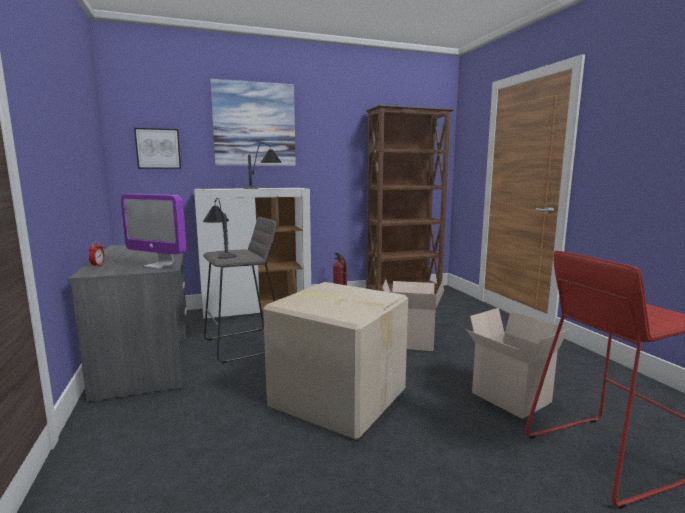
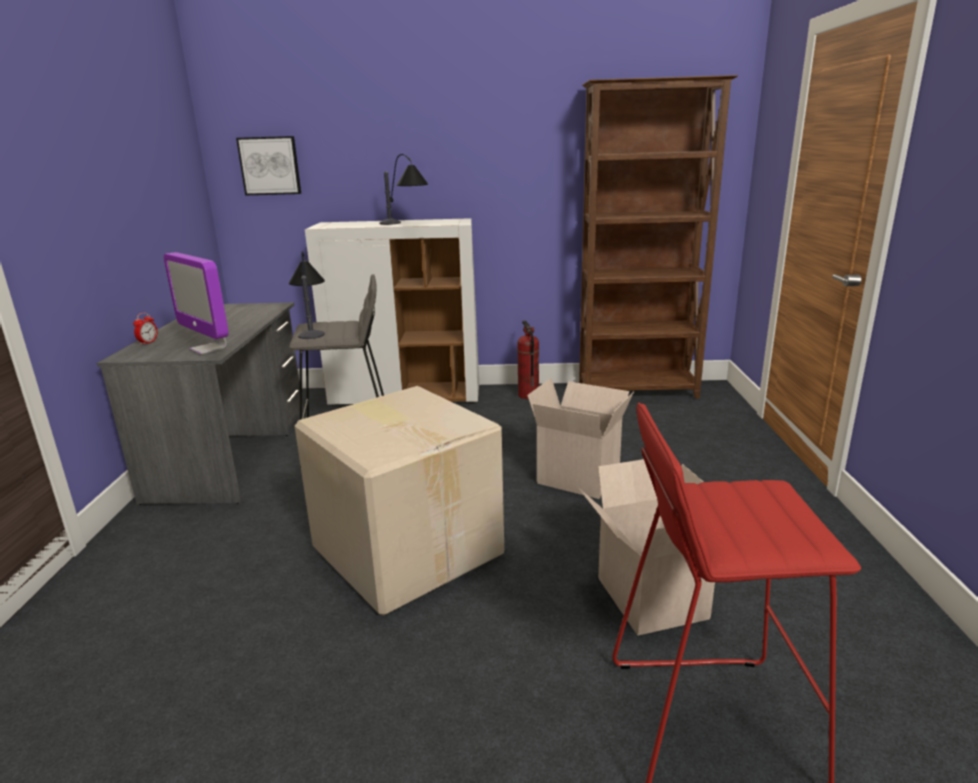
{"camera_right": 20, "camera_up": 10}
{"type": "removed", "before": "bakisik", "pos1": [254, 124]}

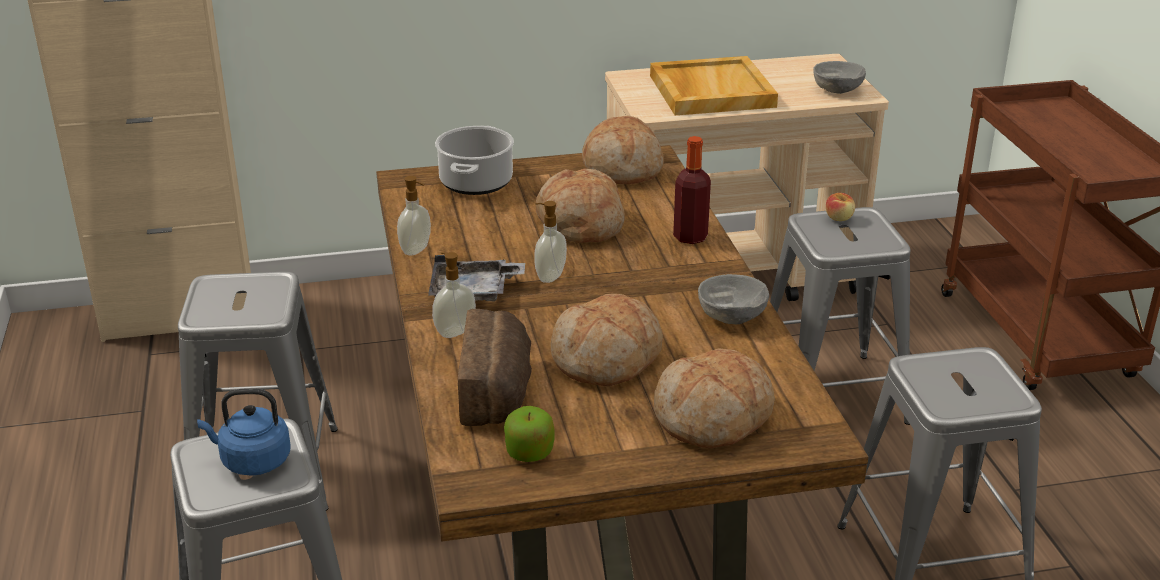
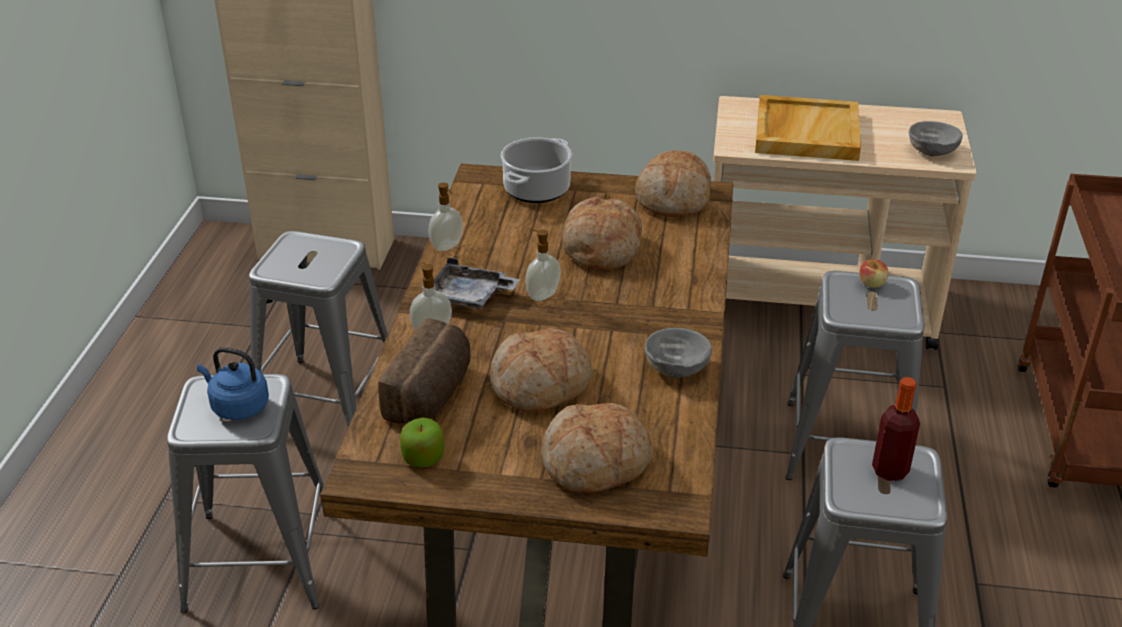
{"camera_right": 20, "camera_up": 5}
{"type": "moved", "before": "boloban", "pos1": [690, 237], "pos2": [890, 470]}

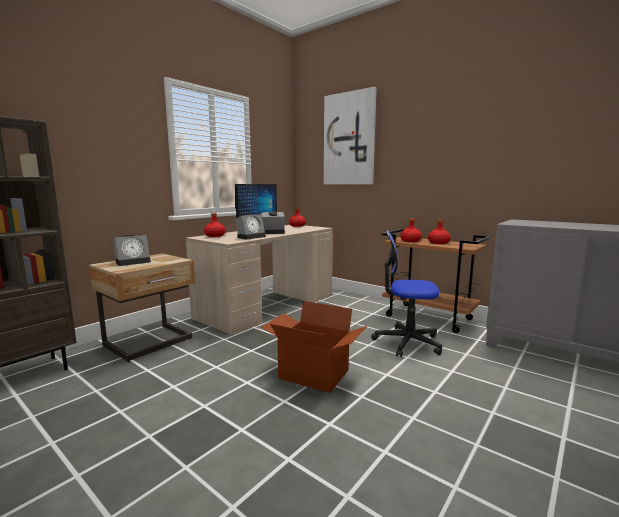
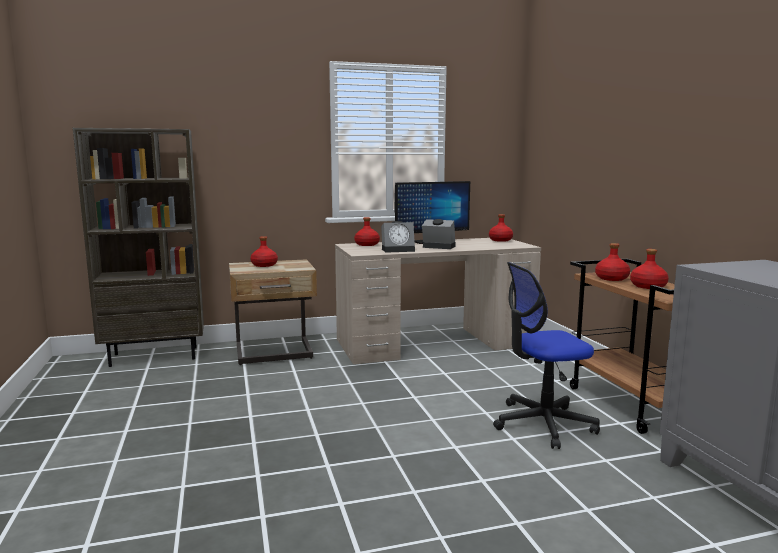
{"camera_right": 35, "camera_up": 0}
{"type": "replaced", "before": "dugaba", "after": "red boloban", "pos1": [134, 262], "pos2": [264, 265]}
{"type": "removed", "before": "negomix", "pos1": [313, 375]}
{"type": "removed", "before": "bakisik", "pos1": [349, 139]}
{"type": "turned", "before": "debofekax", "pos1": [407, 342], "pos2": [543, 423], "turn": -60}

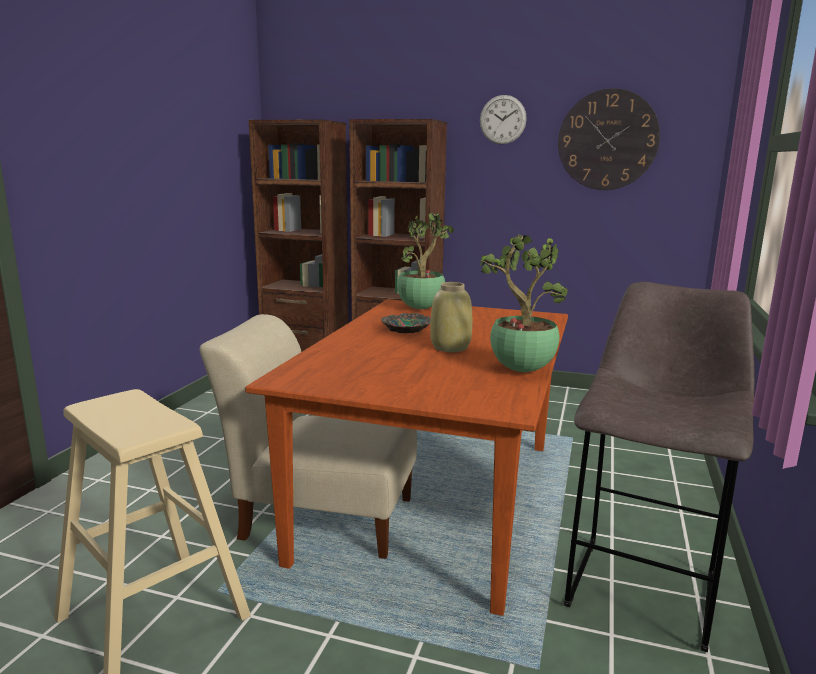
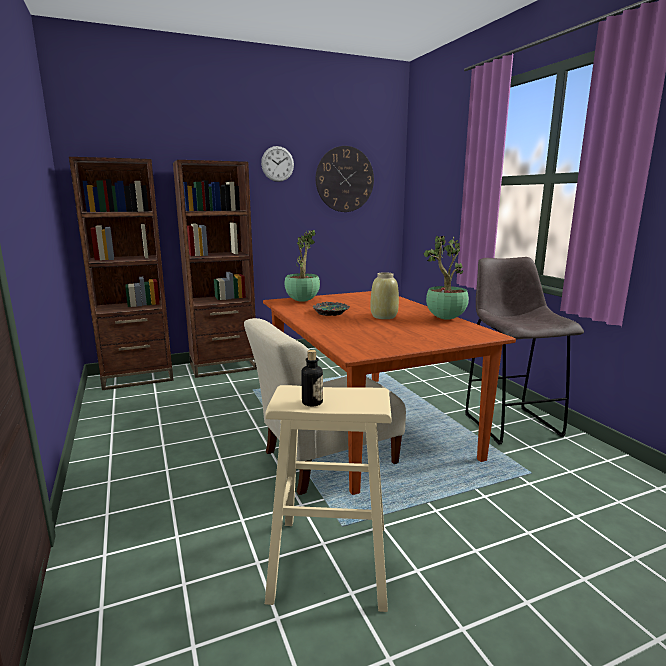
{"camera_right": -40, "camera_up": 0}
{"type": "added", "after": "boloban", "pos2": [312, 402]}

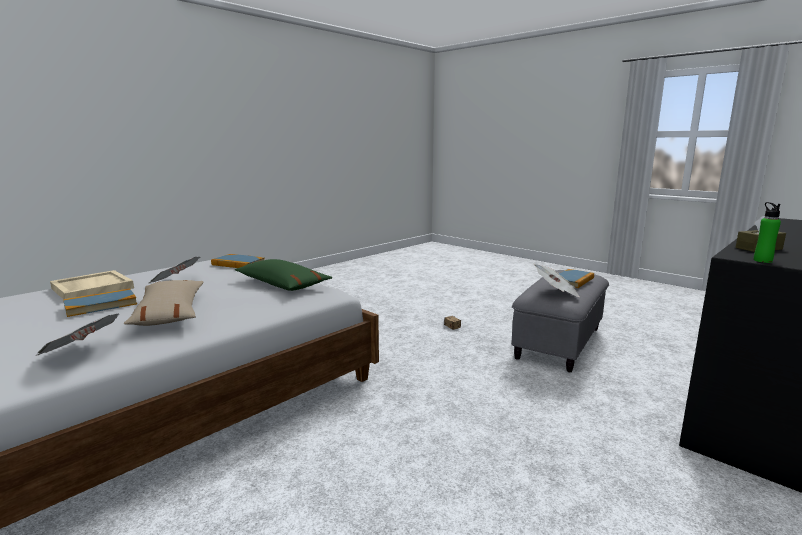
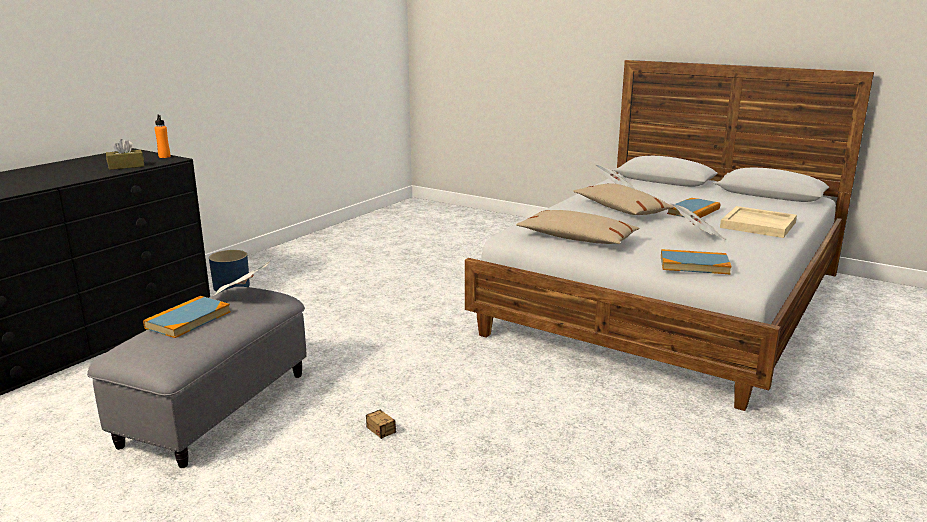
{"camera_right": 170, "camera_up": 5}
{"type": "recoloured", "before": "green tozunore", "after": "beige tozunore", "pos1": [282, 284], "pos2": [576, 239]}
{"type": "recoloured", "before": "green boloban", "after": "orange boloban", "pos1": [762, 260], "pos2": [164, 156]}
{"type": "added", "after": "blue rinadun", "pos2": [231, 286]}

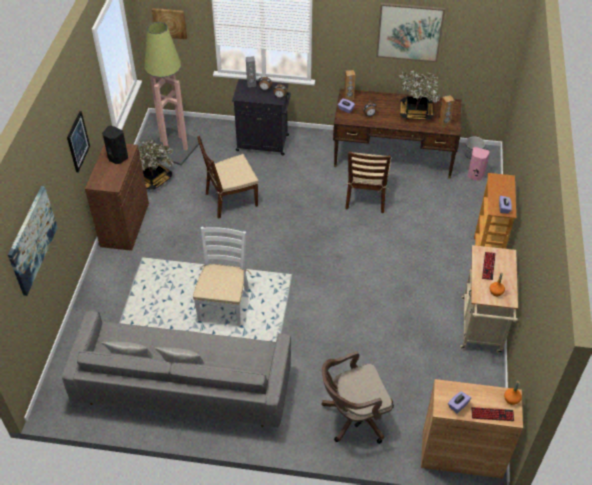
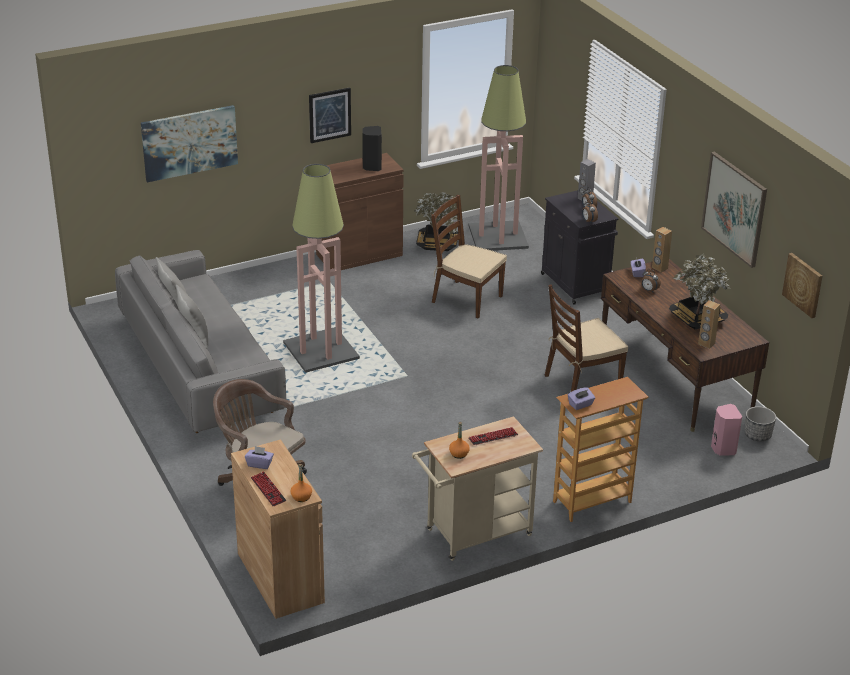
{"camera_right": 55, "camera_up": -15}
{"type": "moved", "before": "bakisik", "pos1": [170, 23], "pos2": [803, 284]}
{"type": "replaced", "before": "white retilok", "after": "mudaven", "pos1": [223, 304], "pos2": [322, 351]}

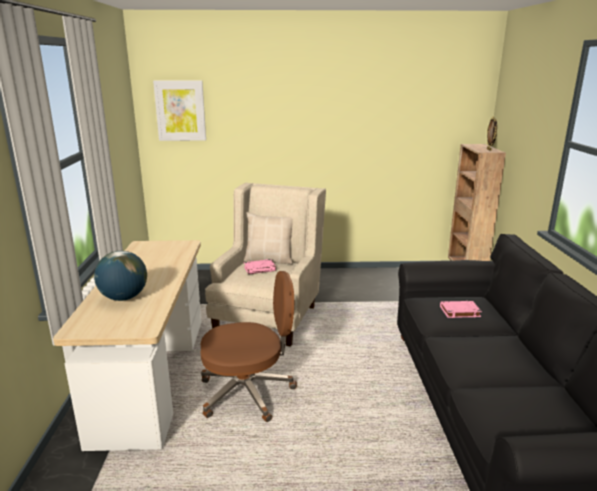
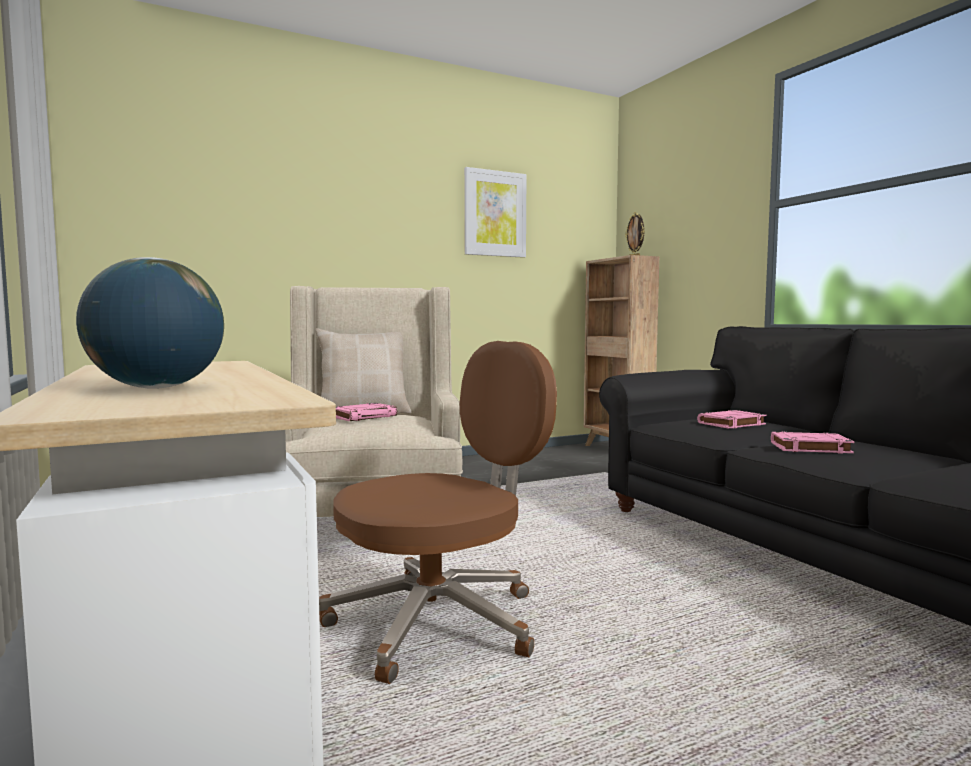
{"camera_right": -25, "camera_up": -15}
{"type": "moved", "before": "bakisik", "pos1": [180, 110], "pos2": [495, 214]}
{"type": "added", "after": "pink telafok", "pos2": [809, 448]}

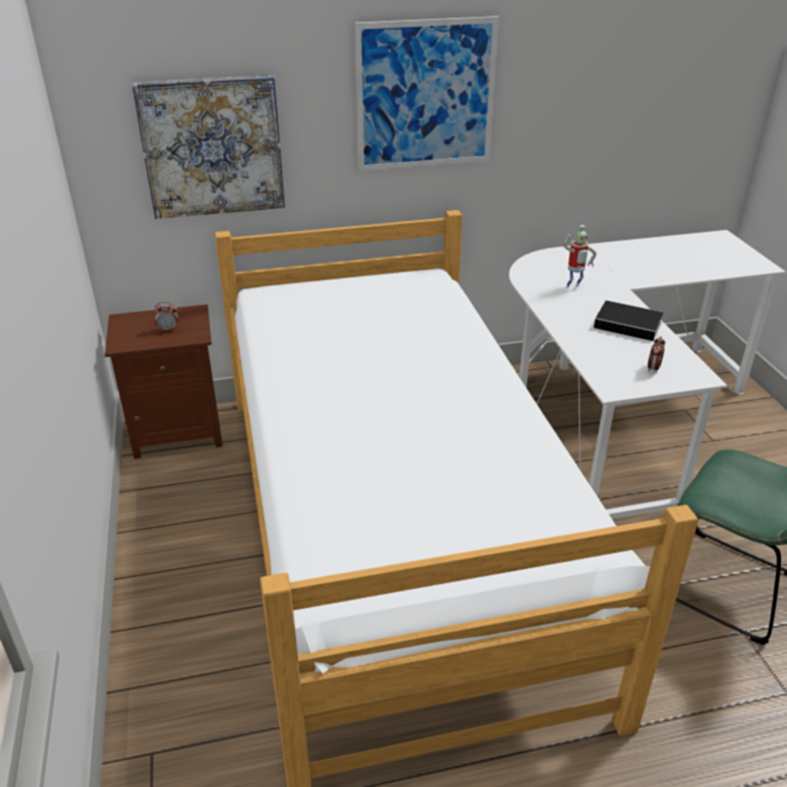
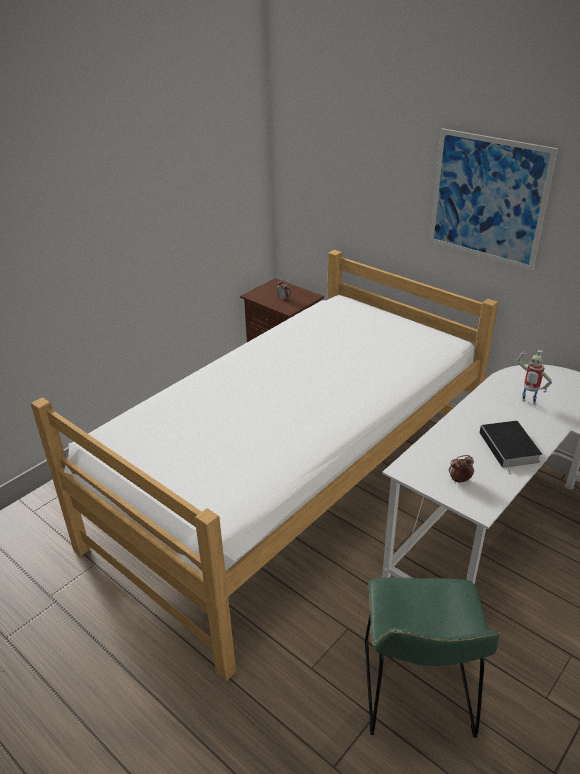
{"camera_right": 55, "camera_up": 0}
{"type": "removed", "before": "bakisik", "pos1": [212, 147]}

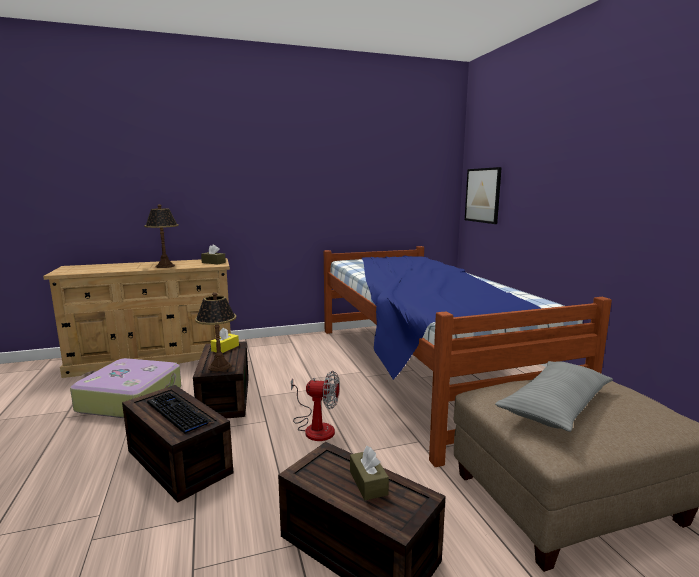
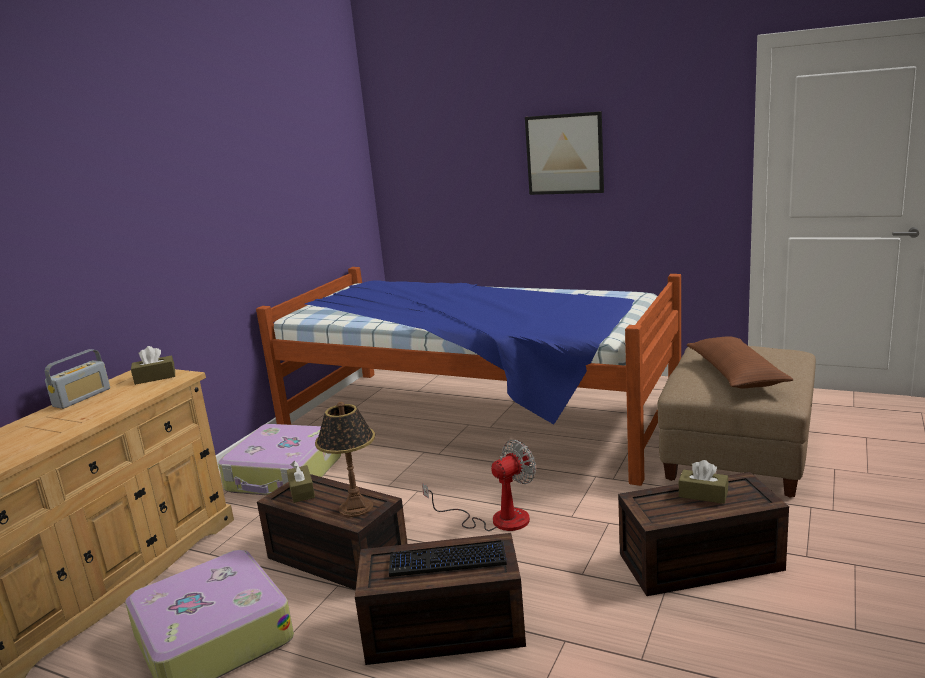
{"camera_right": -45, "camera_up": 5}
{"type": "removed", "before": "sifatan", "pos1": [165, 266]}
{"type": "recoloured", "before": "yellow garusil", "after": "brown garusil", "pos1": [225, 348], "pos2": [301, 491]}
{"type": "moved", "before": "bakisik", "pos1": [483, 195], "pos2": [564, 154]}
{"type": "recoloured", "before": "grey tozunore", "after": "brown tozunore", "pos1": [555, 406], "pos2": [735, 374]}
{"type": "added", "after": "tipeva", "pos2": [82, 397]}
{"type": "added", "after": "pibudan", "pos2": [284, 475]}

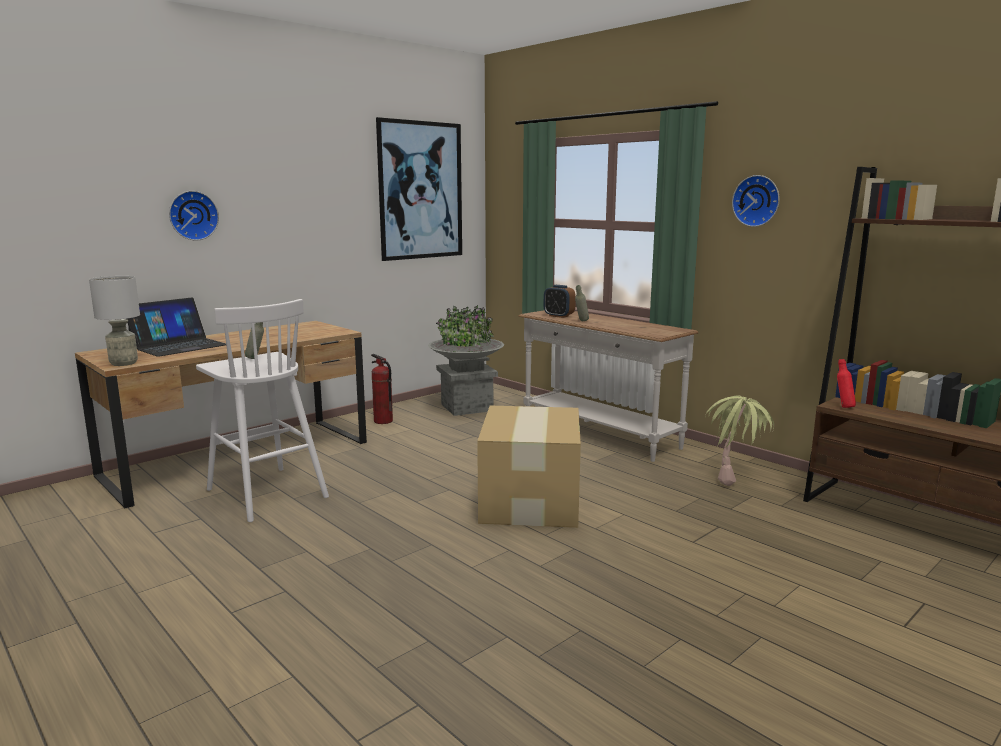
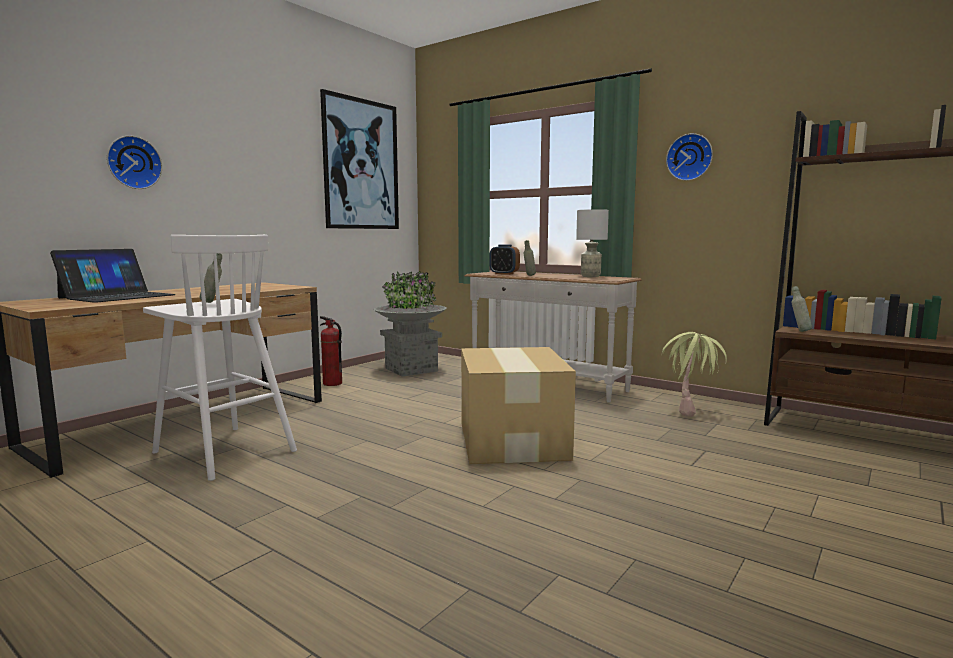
{"camera_right": -10, "camera_up": -5}
{"type": "moved", "before": "grey sifatan", "pos1": [124, 363], "pos2": [591, 276]}
{"type": "recoloured", "before": "red boloban", "after": "grey boloban", "pos1": [843, 407], "pos2": [799, 331]}

